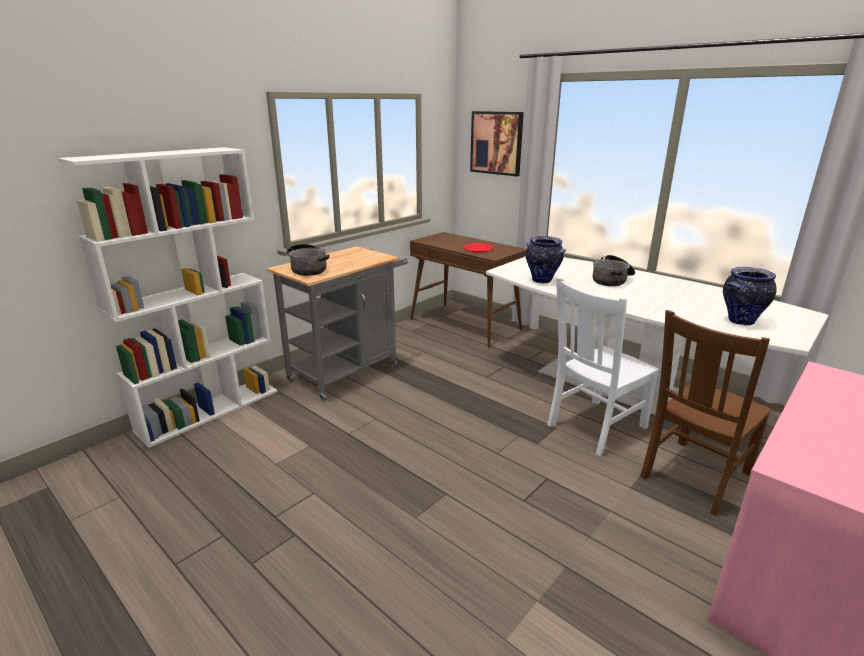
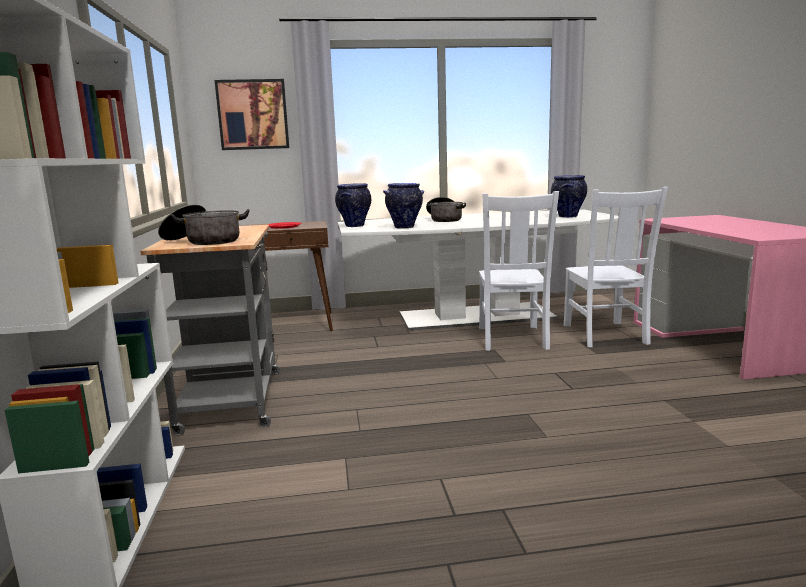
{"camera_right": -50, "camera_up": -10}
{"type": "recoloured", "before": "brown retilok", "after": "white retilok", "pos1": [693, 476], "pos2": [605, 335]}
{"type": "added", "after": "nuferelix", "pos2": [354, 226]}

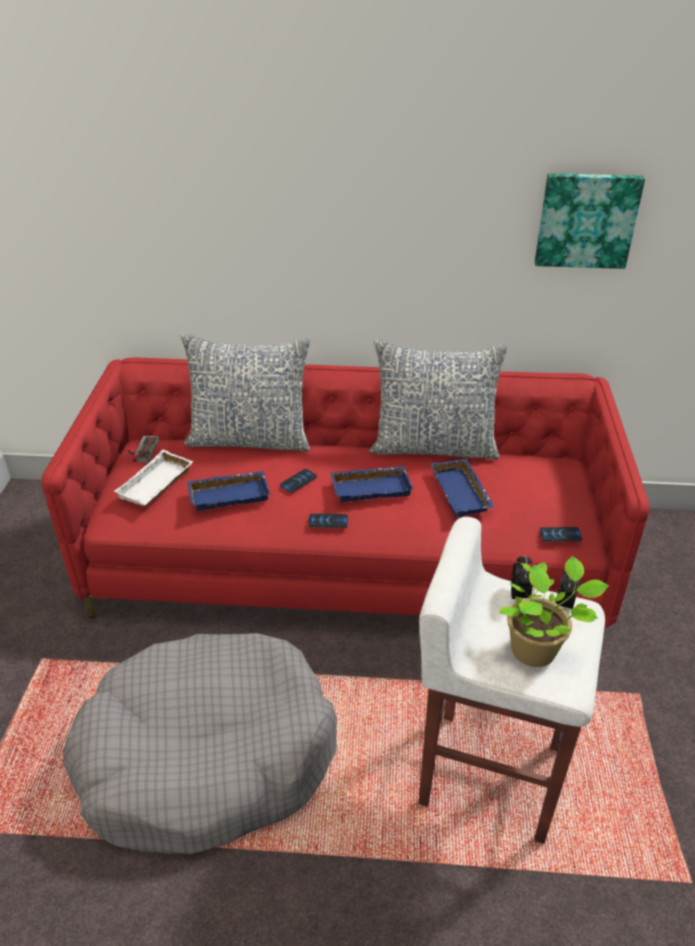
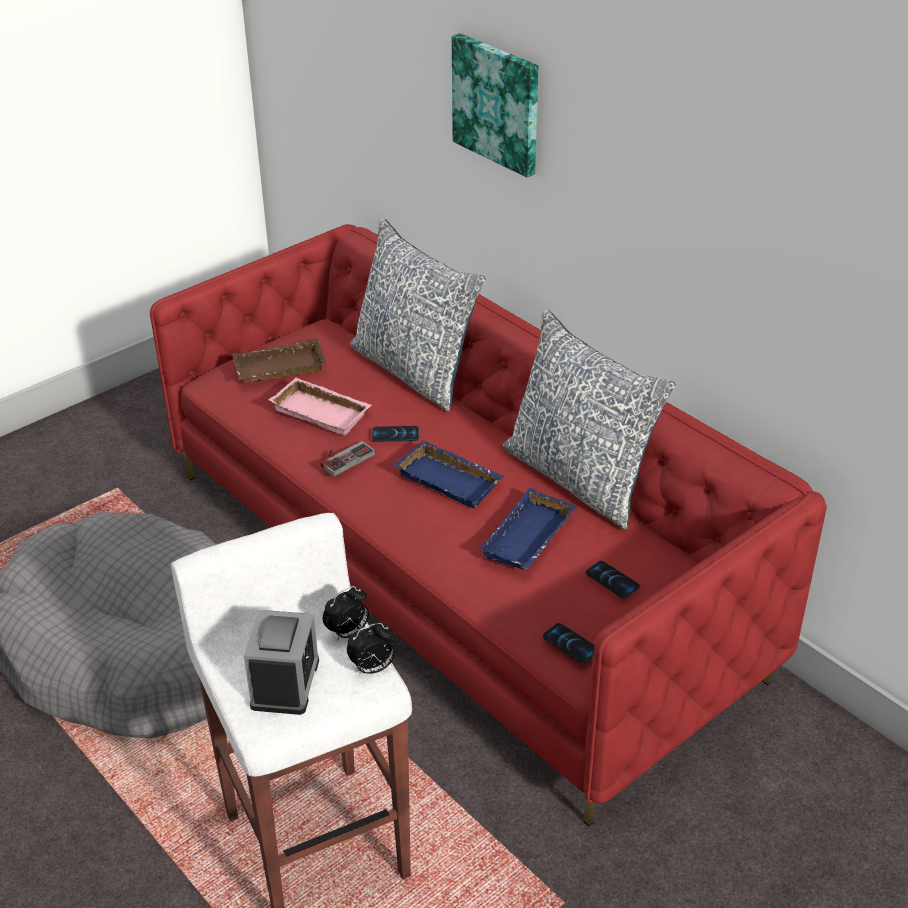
{"camera_right": 45, "camera_up": 0}
{"type": "recoloured", "before": "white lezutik", "after": "brown lezutik", "pos1": [156, 485], "pos2": [279, 369]}
{"type": "moved", "before": "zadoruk", "pos1": [141, 450], "pos2": [344, 457]}
{"type": "recoloured", "before": "blue lezutik", "after": "pink lezutik", "pos1": [230, 494], "pos2": [323, 411]}
{"type": "moved", "before": "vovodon", "pos1": [328, 521], "pos2": [612, 580]}
{"type": "replaced", "before": "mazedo", "after": "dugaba", "pos1": [537, 650], "pos2": [285, 683]}
{"type": "moved", "before": "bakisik", "pos1": [586, 220], "pos2": [498, 103]}

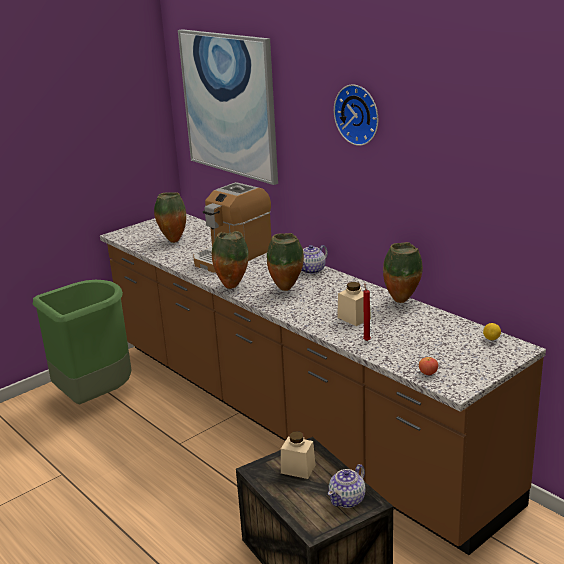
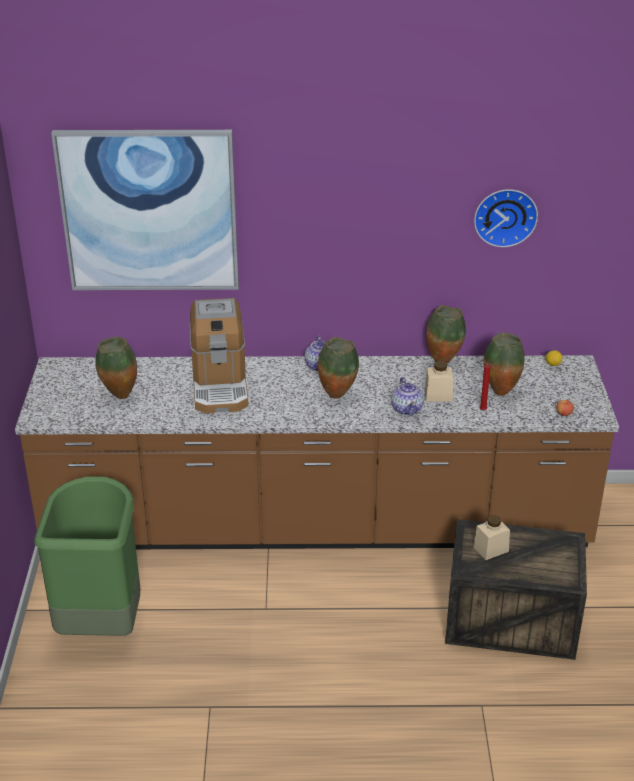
{"camera_right": -50, "camera_up": 10}
{"type": "moved", "before": "nuferelix", "pos1": [232, 286], "pos2": [500, 392]}
{"type": "moved", "before": "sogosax", "pos1": [347, 499], "pos2": [407, 409]}
{"type": "moved", "before": "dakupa", "pos1": [359, 114], "pos2": [505, 216]}

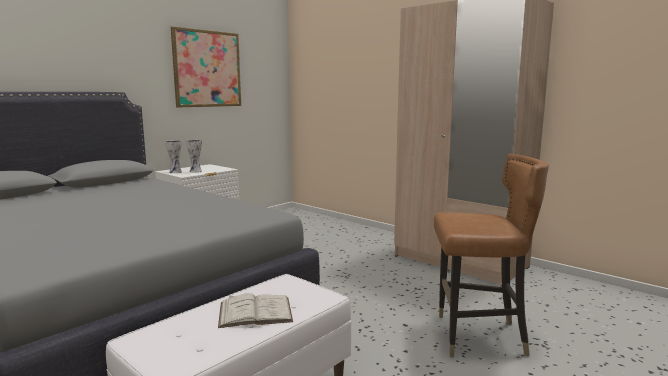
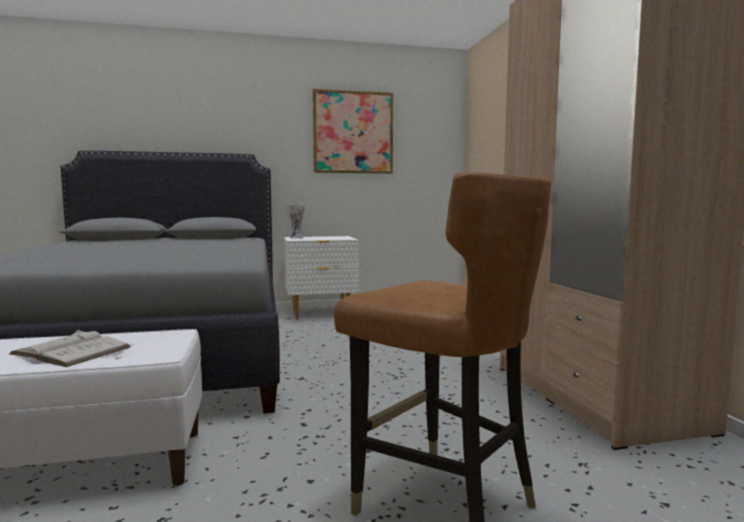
{"camera_right": 35, "camera_up": -5}
{"type": "removed", "before": "nuferelix", "pos1": [196, 171]}

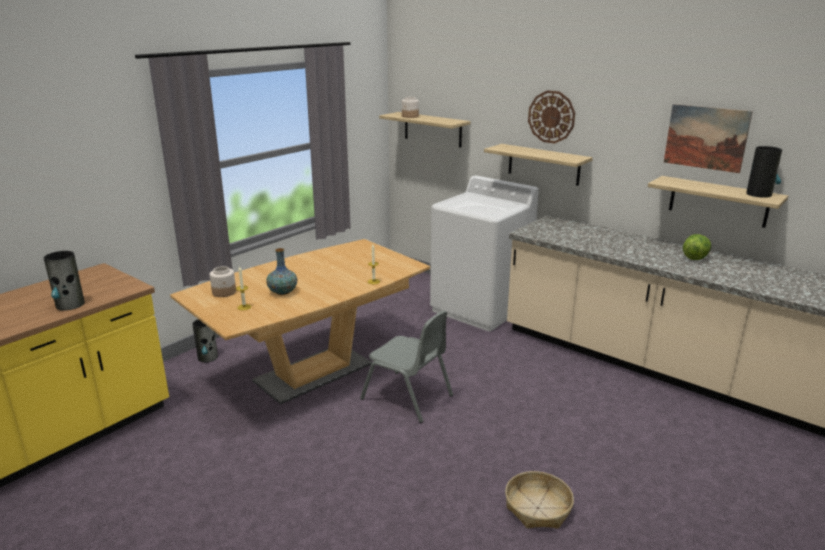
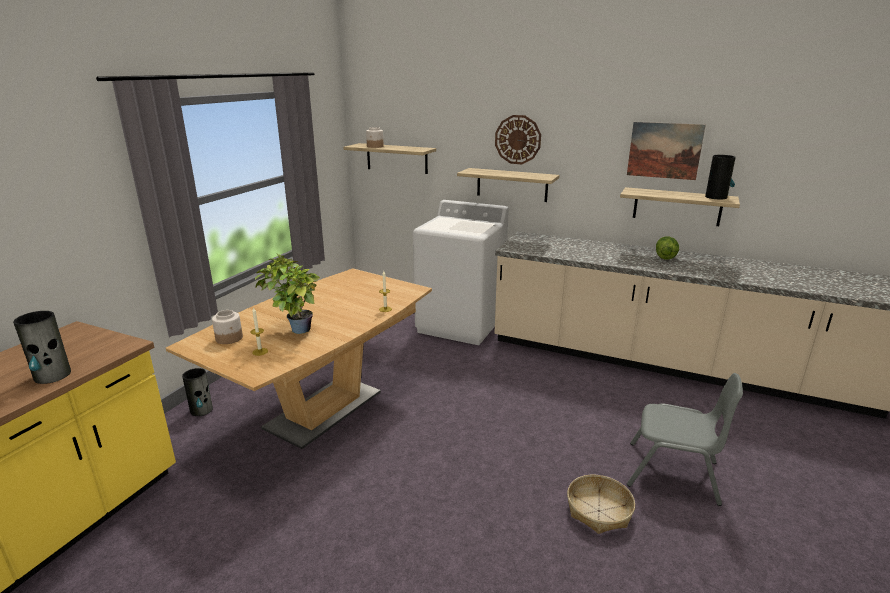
{"camera_right": -15, "camera_up": 0}
{"type": "replaced", "before": "nuferelix", "after": "mazedo", "pos1": [282, 292], "pos2": [295, 330]}
{"type": "moved", "before": "grey retilok", "pos1": [407, 397], "pos2": [673, 474]}

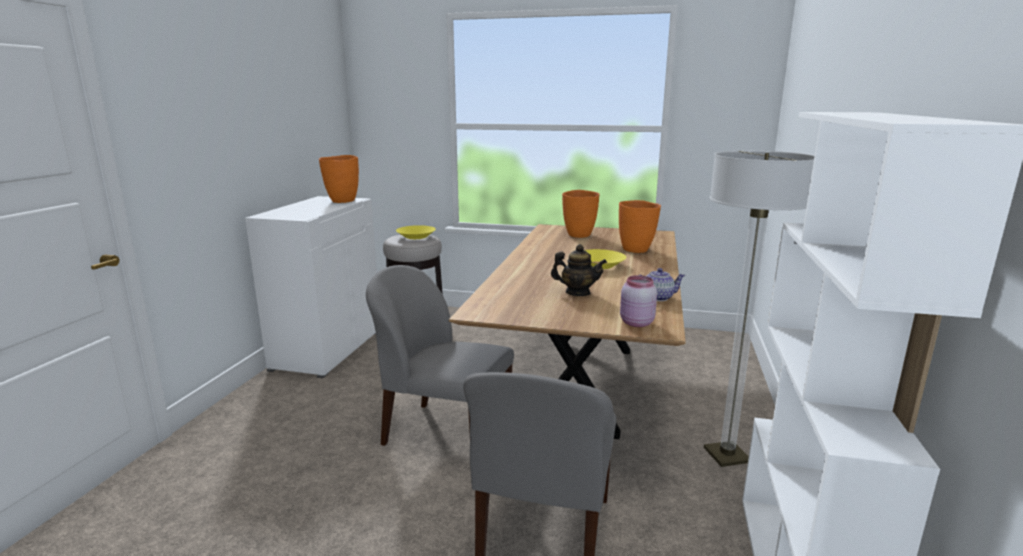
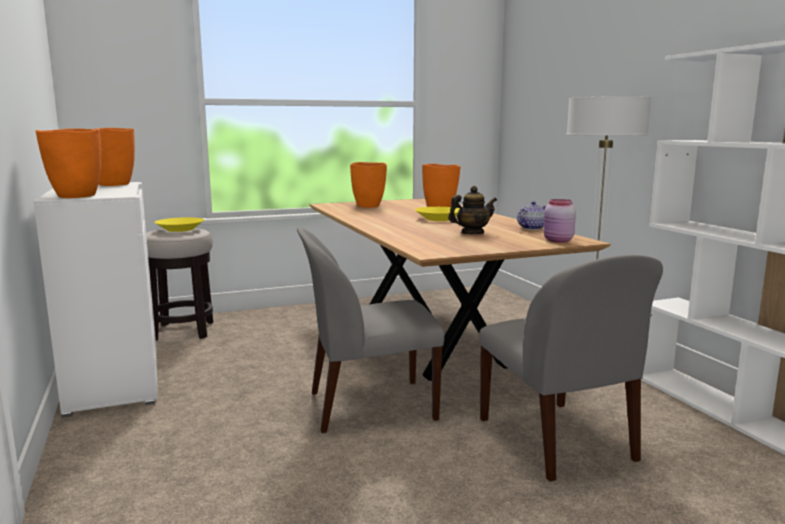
{"camera_right": -35, "camera_up": -5}
{"type": "added", "after": "orange nuferelix", "pos2": [76, 196]}

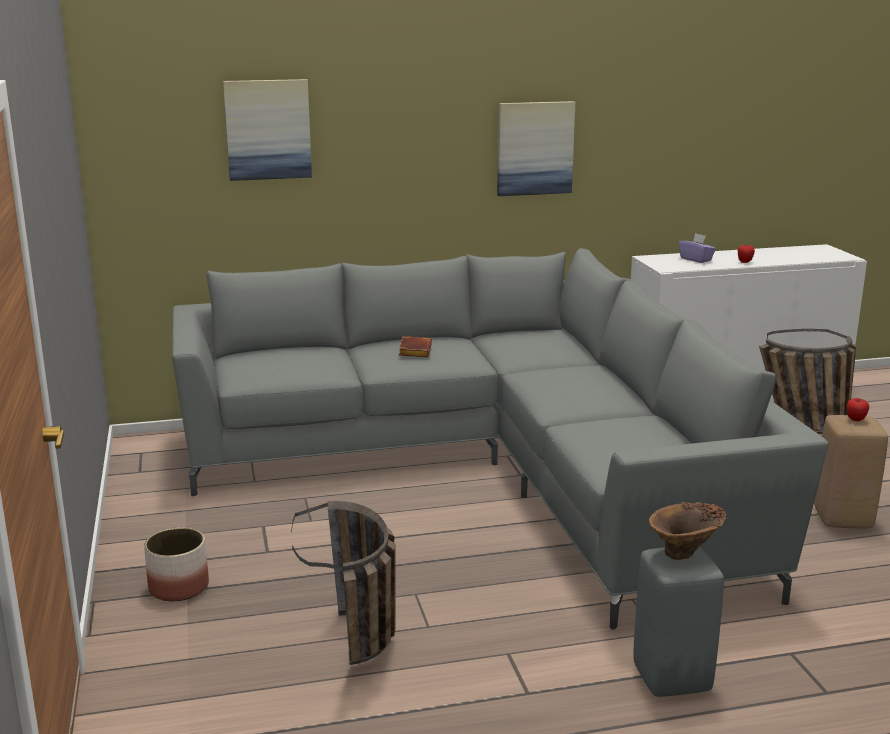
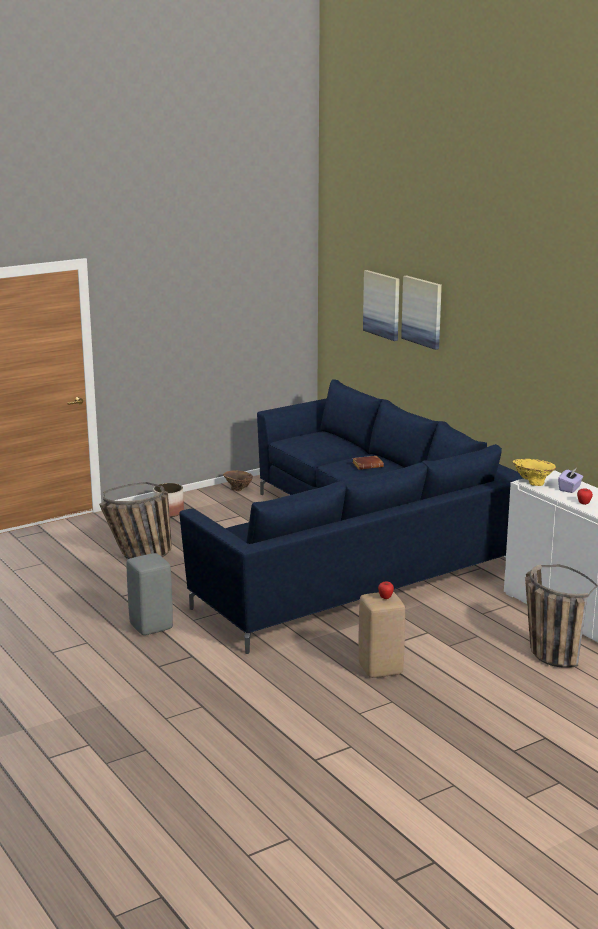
{"camera_right": 70, "camera_up": 0}
{"type": "recoloured", "before": "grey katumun", "after": "blue katumun", "pos1": [489, 471], "pos2": [355, 556]}
{"type": "moved", "before": "bakisik", "pos1": [534, 148], "pos2": [422, 312]}
{"type": "moved", "before": "brown nuferelix", "pos1": [686, 553], "pos2": [238, 490]}
{"type": "added", "after": "yellow nuferelix", "pos2": [533, 483]}

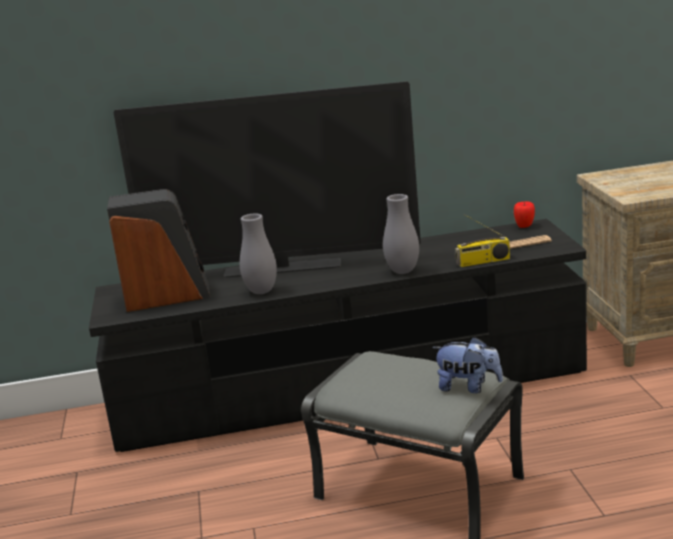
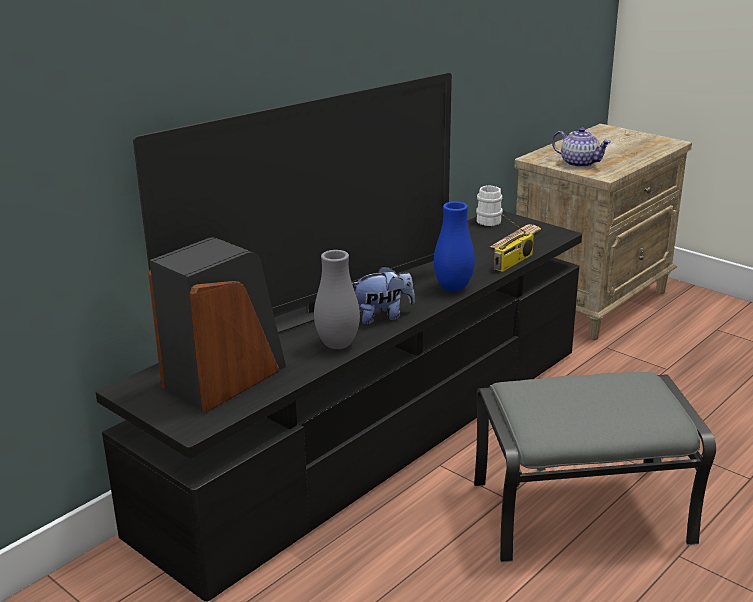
{"camera_right": -40, "camera_up": 5}
{"type": "recoloured", "before": "grey nuferelix", "after": "blue nuferelix", "pos1": [403, 271], "pos2": [453, 288]}
{"type": "moved", "before": "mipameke", "pos1": [468, 387], "pos2": [382, 316]}
{"type": "replaced", "before": "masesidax", "after": "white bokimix", "pos1": [524, 227], "pos2": [489, 219]}
{"type": "added", "after": "sogosax", "pos2": [579, 163]}

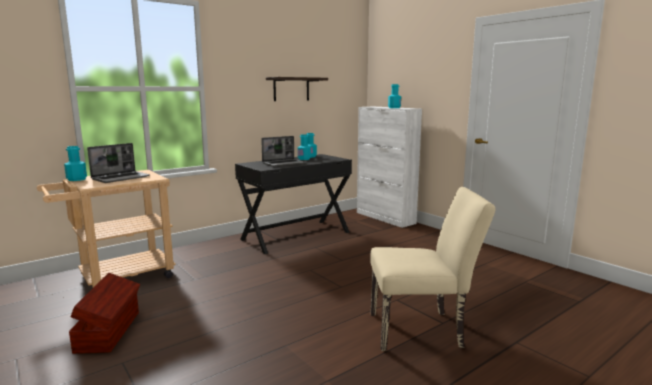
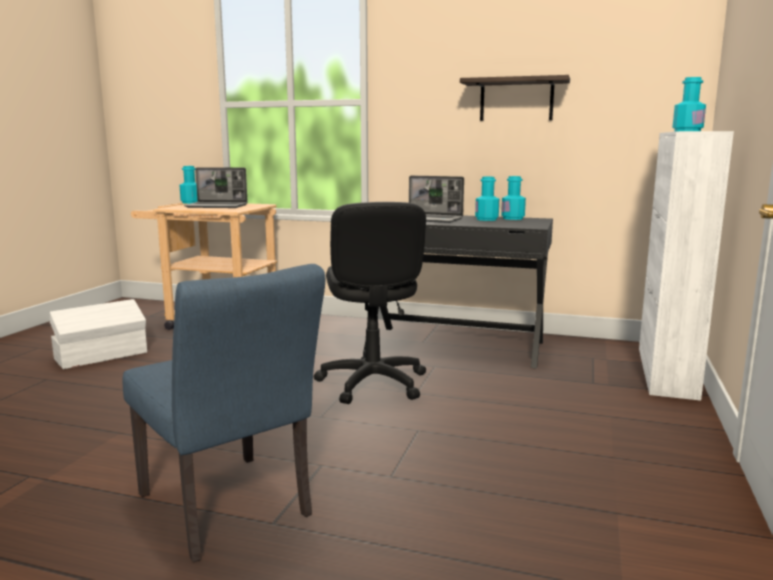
{"camera_right": 55, "camera_up": 0}
{"type": "recoloured", "before": "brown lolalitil", "after": "white lolalitil", "pos1": [110, 331], "pos2": [102, 356]}
{"type": "recoloured", "before": "beige retilok", "after": "blue retilok", "pos1": [422, 330], "pos2": [230, 511]}
{"type": "added", "after": "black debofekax", "pos2": [372, 383]}

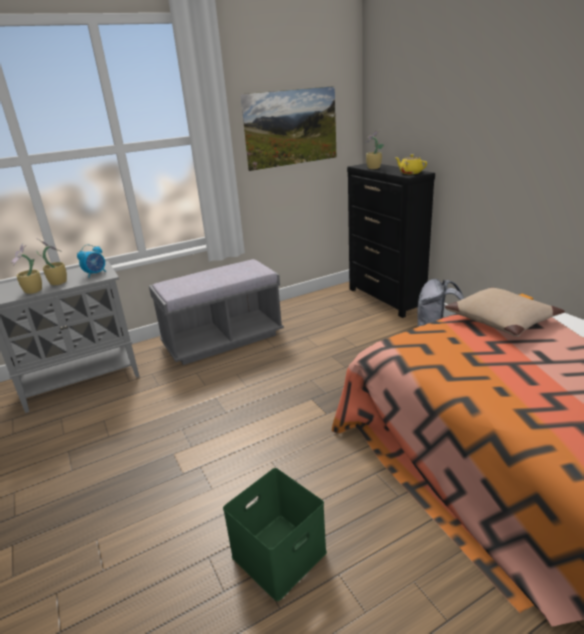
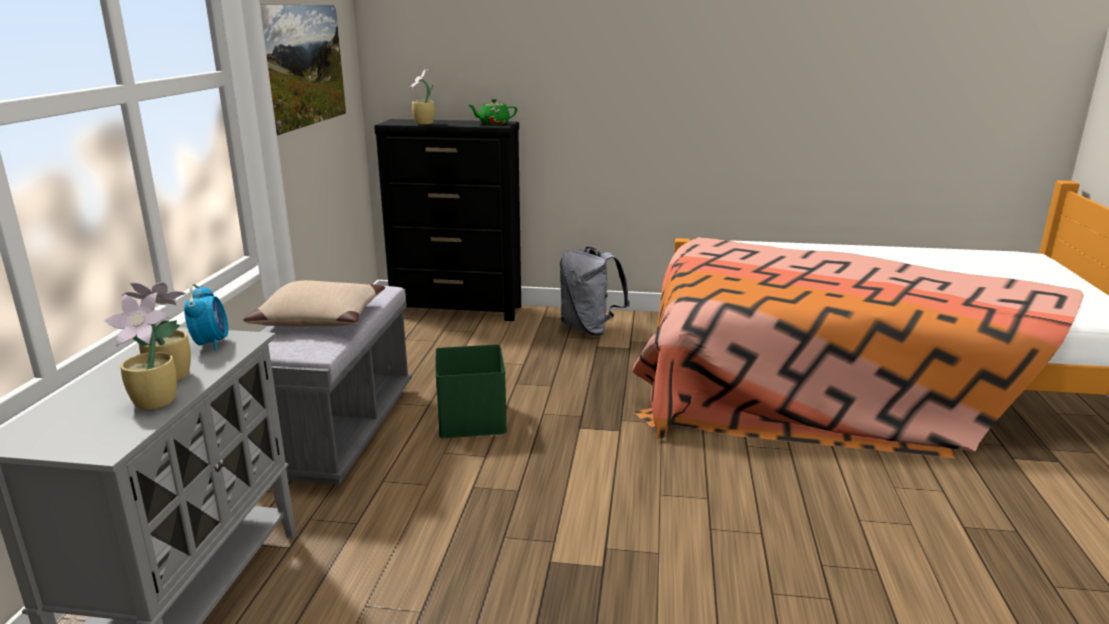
{"camera_right": -55, "camera_up": -5}
{"type": "moved", "before": "green lolalitil", "pos1": [279, 556], "pos2": [473, 420]}
{"type": "recoloured", "before": "yellow sogosax", "after": "green sogosax", "pos1": [410, 173], "pos2": [493, 123]}
{"type": "moved", "before": "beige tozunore", "pos1": [501, 320], "pos2": [320, 318]}

